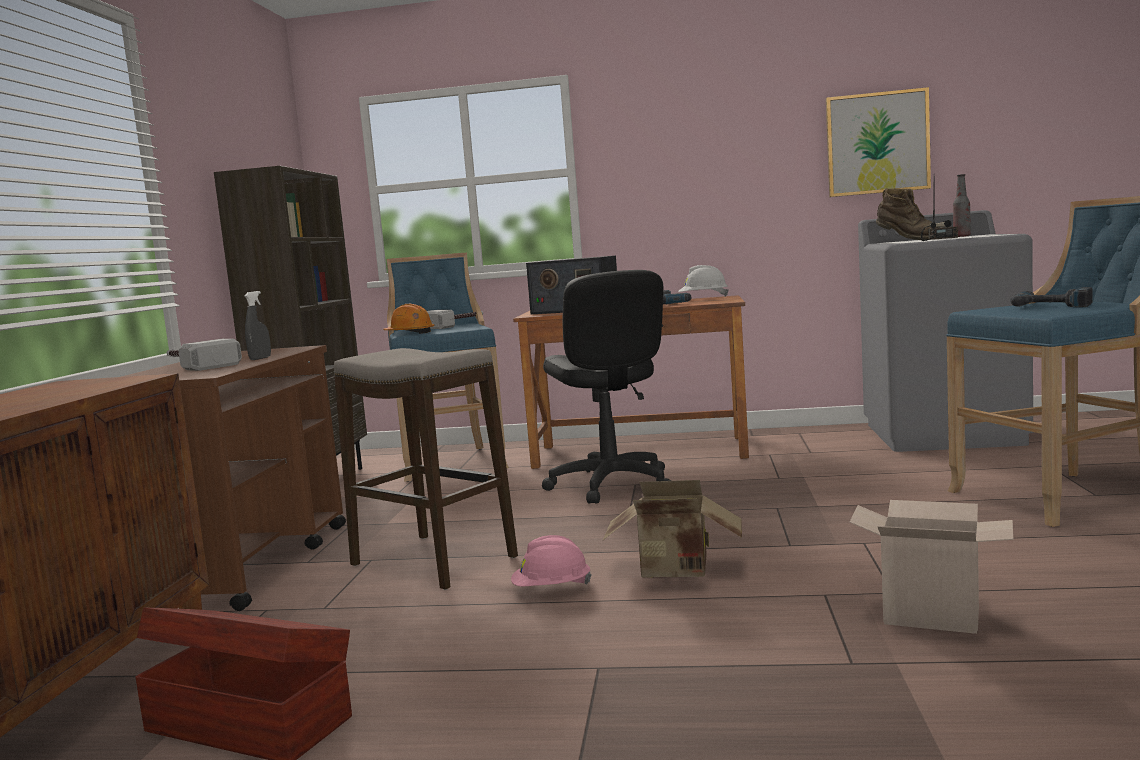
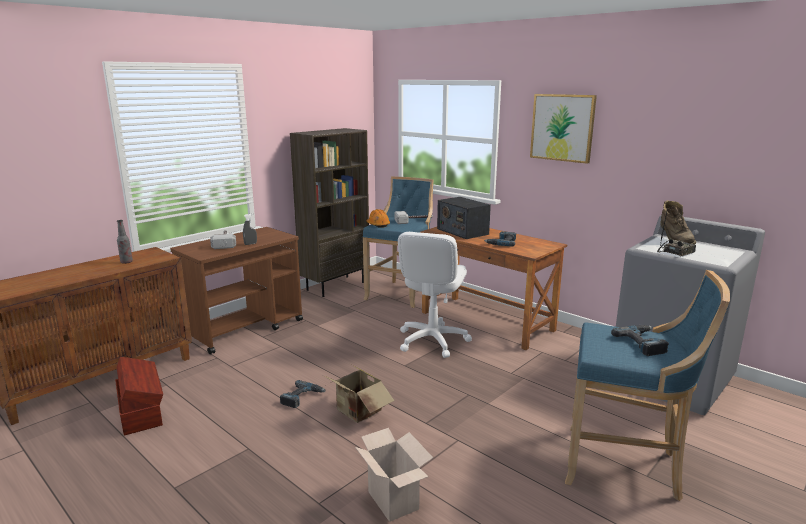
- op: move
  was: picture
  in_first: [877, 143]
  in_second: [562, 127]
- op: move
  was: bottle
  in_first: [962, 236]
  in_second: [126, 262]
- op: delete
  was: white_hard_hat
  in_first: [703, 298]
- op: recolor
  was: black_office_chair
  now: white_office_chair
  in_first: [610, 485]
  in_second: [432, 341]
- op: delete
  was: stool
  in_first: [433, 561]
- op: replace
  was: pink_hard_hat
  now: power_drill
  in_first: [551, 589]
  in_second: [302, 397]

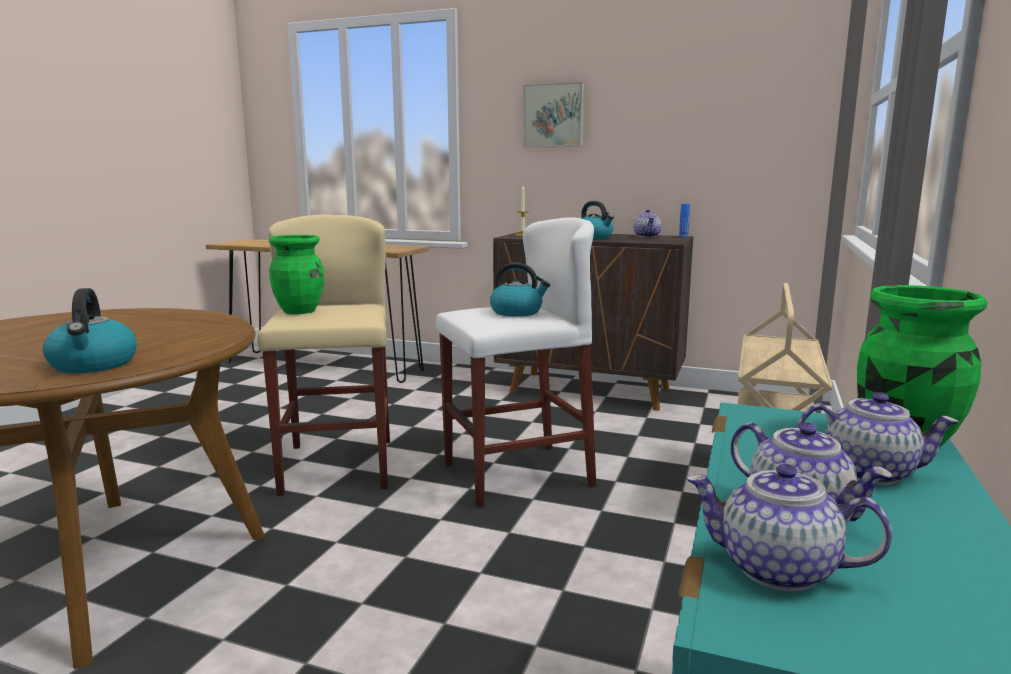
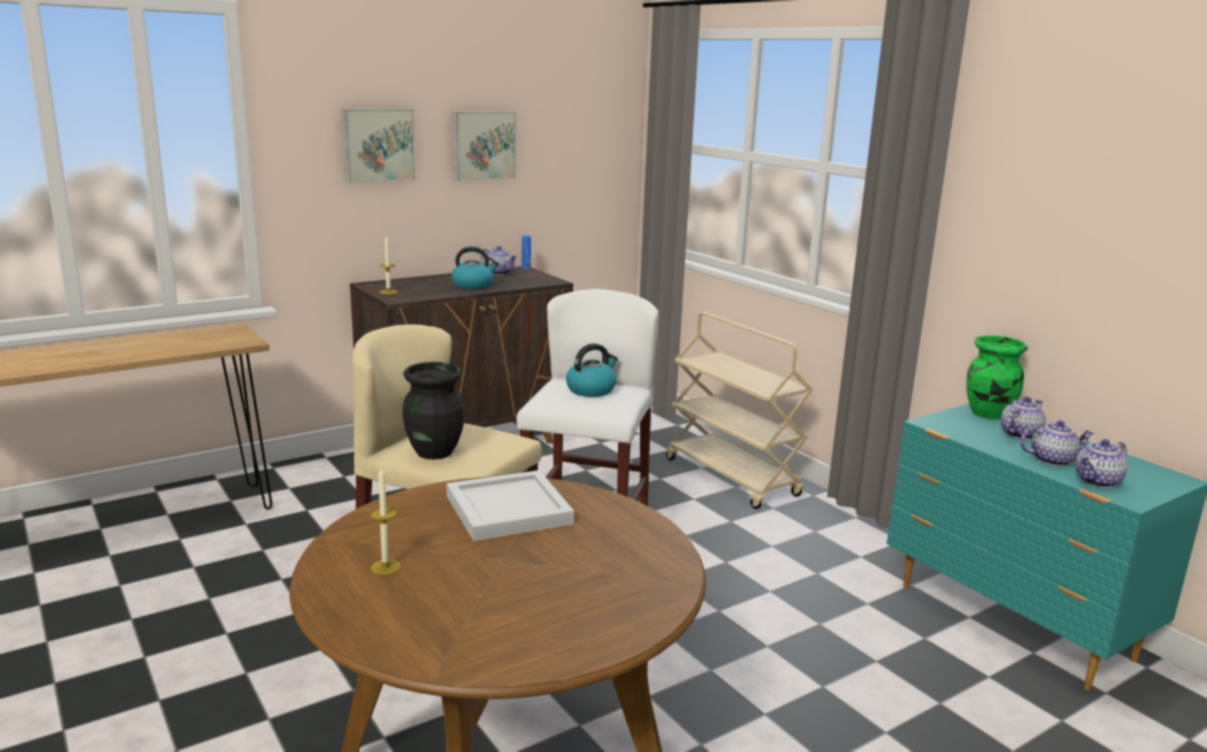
- op: recolor
  was: green_vase
  now: black_vase
  in_first: [300, 311]
  in_second: [434, 452]
- op: delete
  was: kettle
  in_first: [94, 365]
- op: insert
  now: picture
  in_second: [483, 145]
- op: insert
  now: candle
  in_second: [385, 567]
- op: insert
  now: white_tray
  in_second: [509, 509]

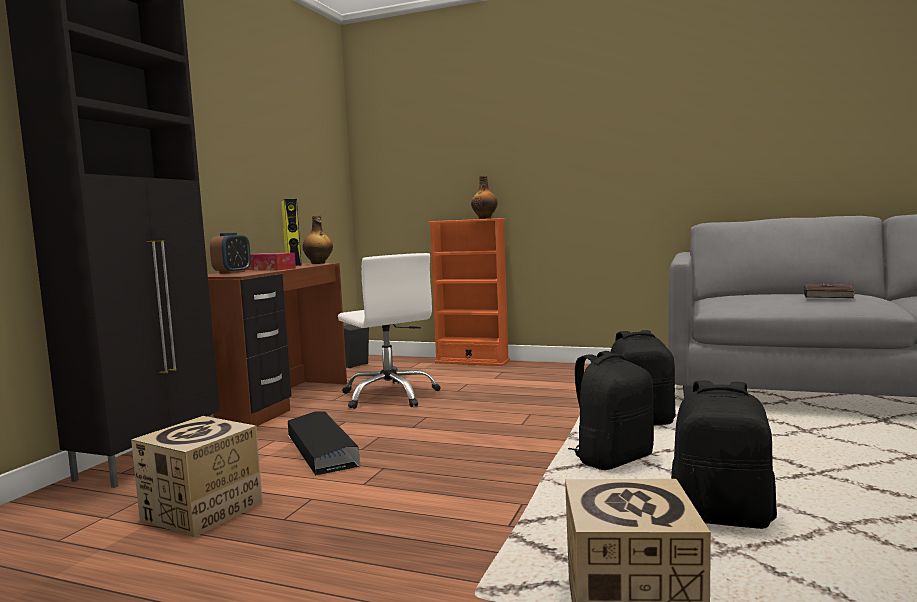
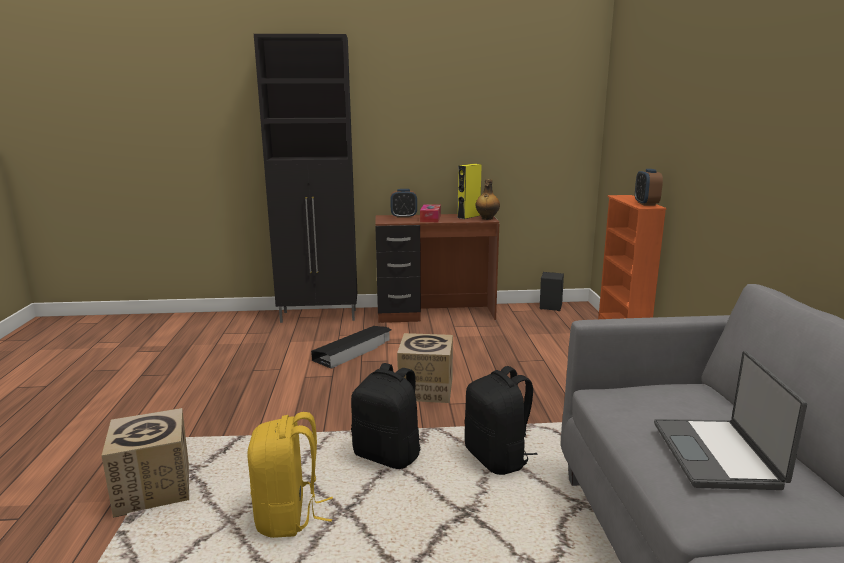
- op: replace
  was: bottle
  now: alarm_clock
  in_first: [485, 218]
  in_second: [646, 204]
- op: delete
  was: white_office_chair
  in_first: [390, 395]
- op: replace
  was: brown_book
  now: laptop
  in_first: [829, 294]
  in_second: [718, 455]
- op: recolor
  was: black_backpack
  now: yellow_backpack
  in_first: [722, 516]
  in_second: [289, 516]
- op: move
  was: cardboard_box
  in_first: [202, 511]
  in_second: [426, 389]

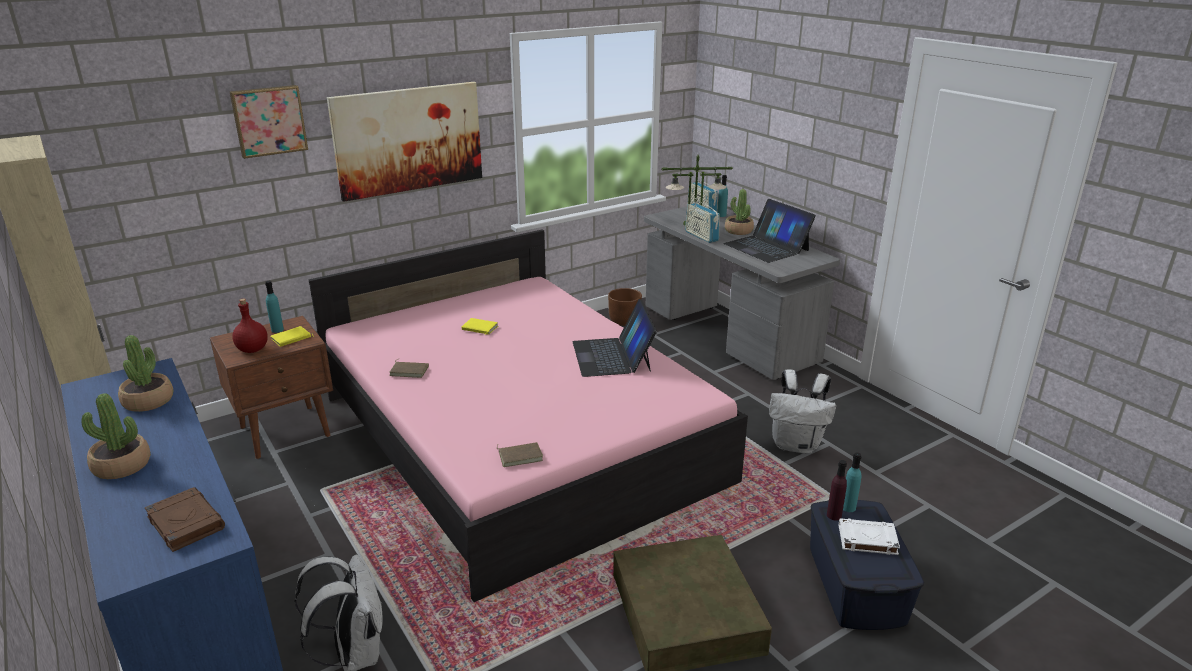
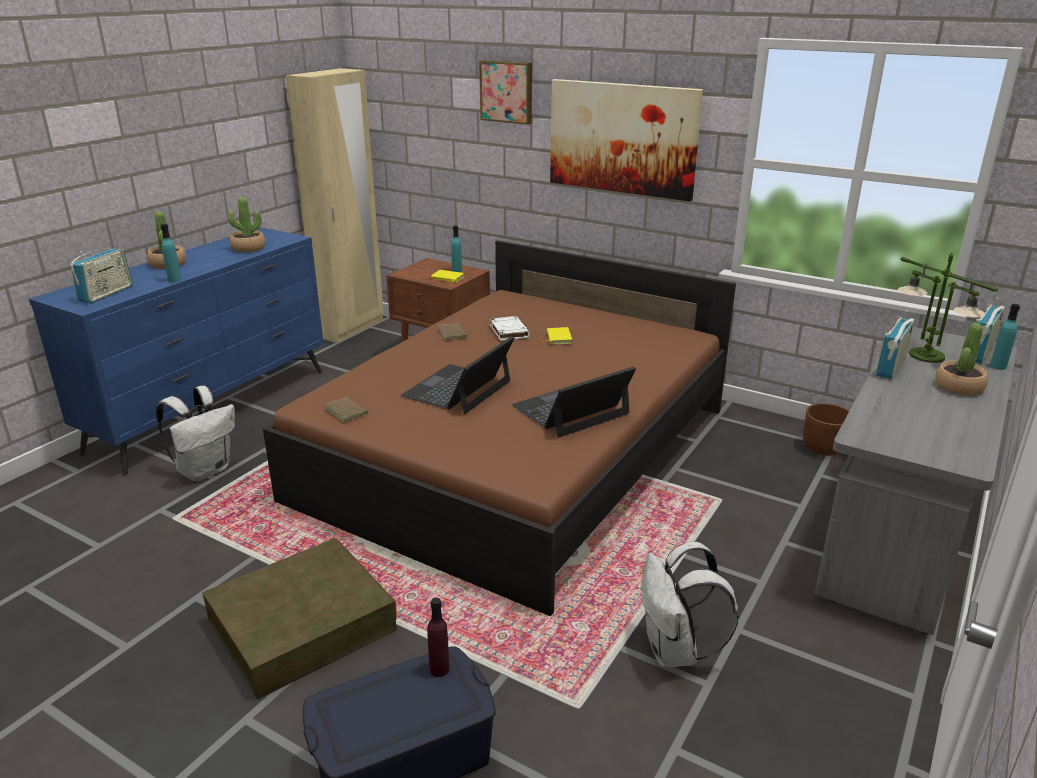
- op: move
  was: laptop
  in_first: [766, 247]
  in_second: [458, 389]
- op: recolor
  was: pink_bed
  now: brown_bed
  in_first: [517, 438]
  in_second: [517, 453]
- op: delete
  was: red_bottle
  in_first: [253, 349]
- op: move
  was: turquoise_bottle
  in_first: [848, 507]
  in_second: [174, 280]
- op: replace
  was: brown_book
  now: radio
  in_first: [185, 523]
  in_second: [106, 294]
- op: move
  was: white_book
  in_first: [866, 540]
  in_second: [508, 331]

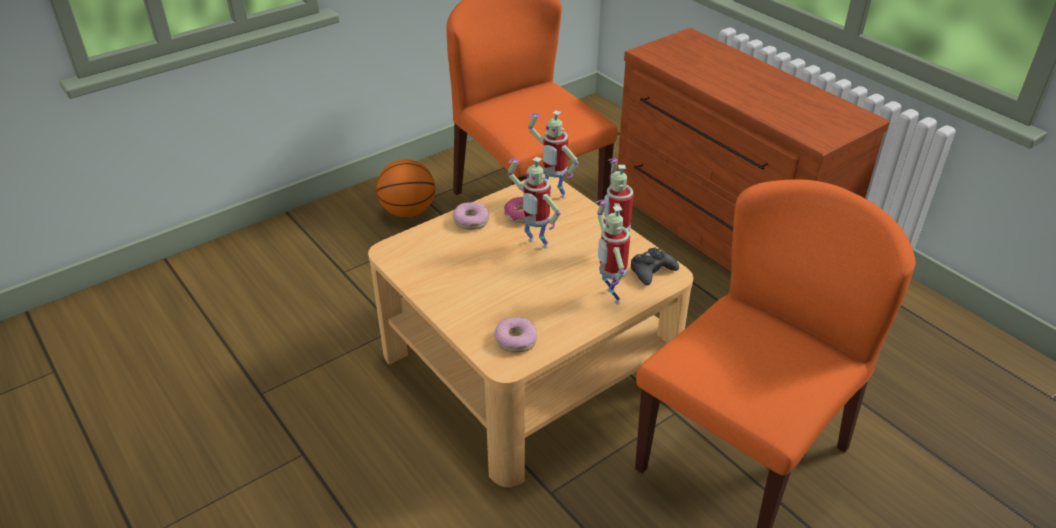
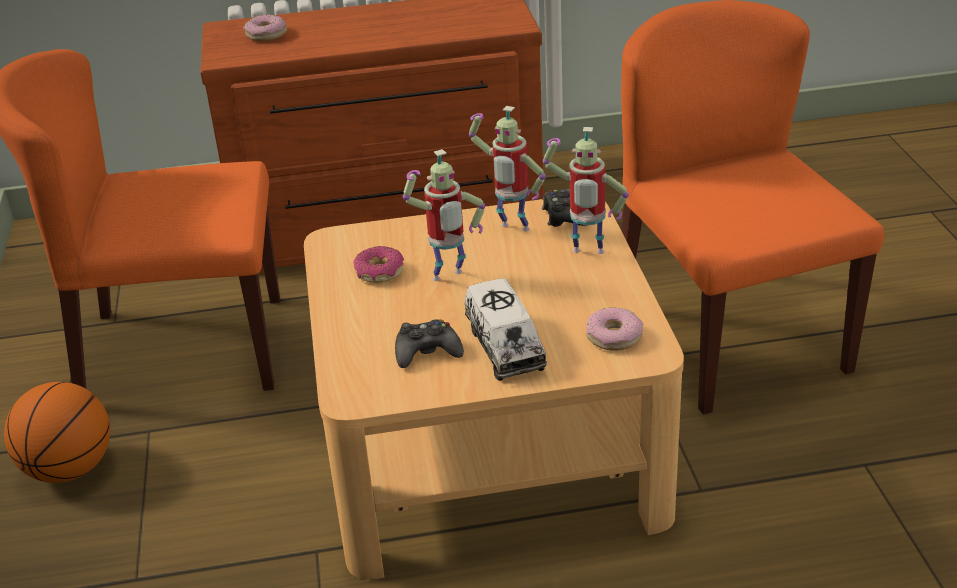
- op: delete
  was: toy_robot
  in_first: [553, 195]
- op: move
  was: donut
  in_first: [471, 221]
  in_second: [266, 35]
- op: insert
  now: toy_truck
  in_second: [505, 346]
- op: insert
  now: black_game_controller
  in_second: [427, 352]

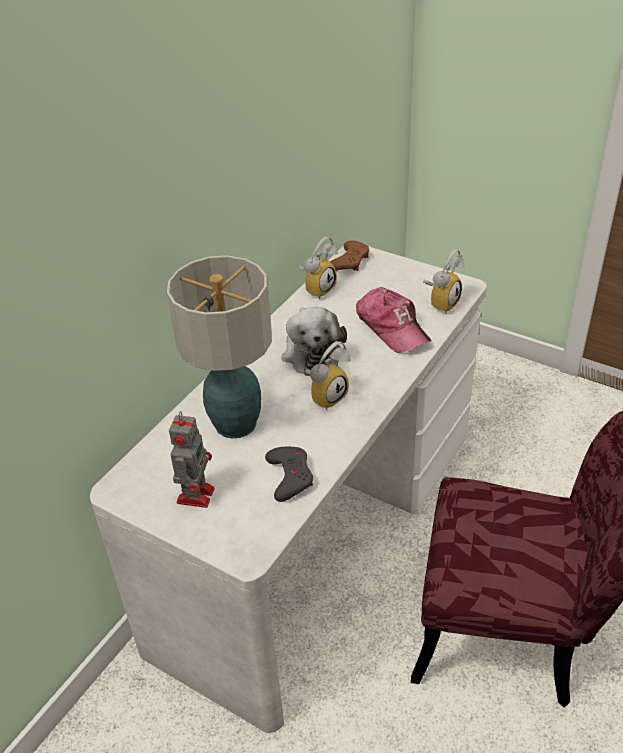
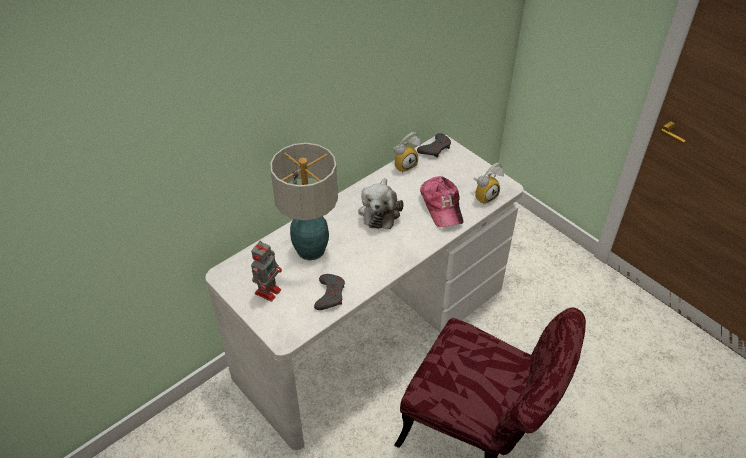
- op: recolor
  was: brown_game_controller
  now: grey_game_controller
  in_first: [349, 261]
  in_second: [435, 148]
- op: delete
  was: alarm_clock
  in_first: [326, 395]

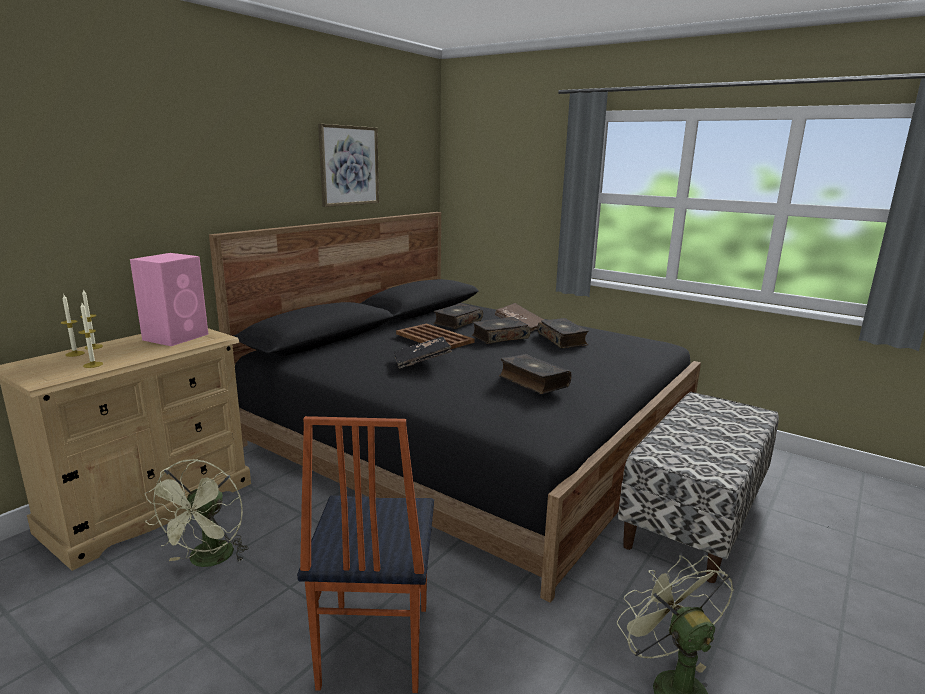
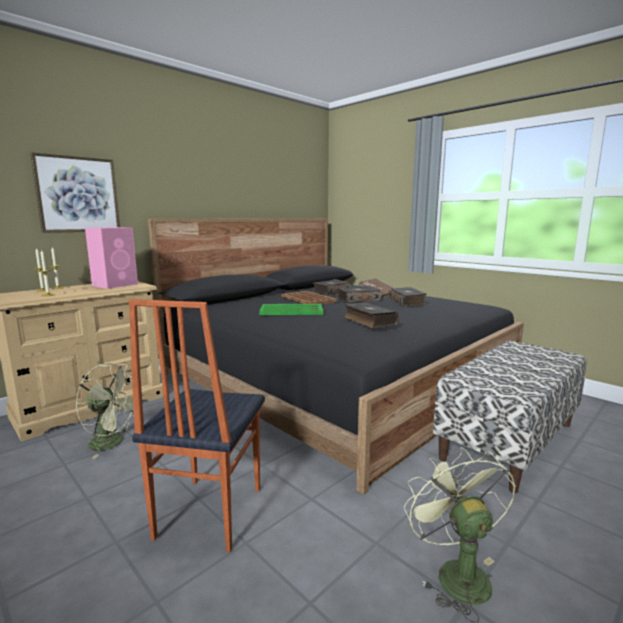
- op: move
  was: picture
  in_first: [349, 165]
  in_second: [78, 194]
- op: replace
  was: black_book
  now: green_tray
  in_first: [422, 362]
  in_second: [291, 310]
- op: rotate
  was: green_fan
  in_first: [208, 561]
  in_second: [113, 443]
  clockwise: -90

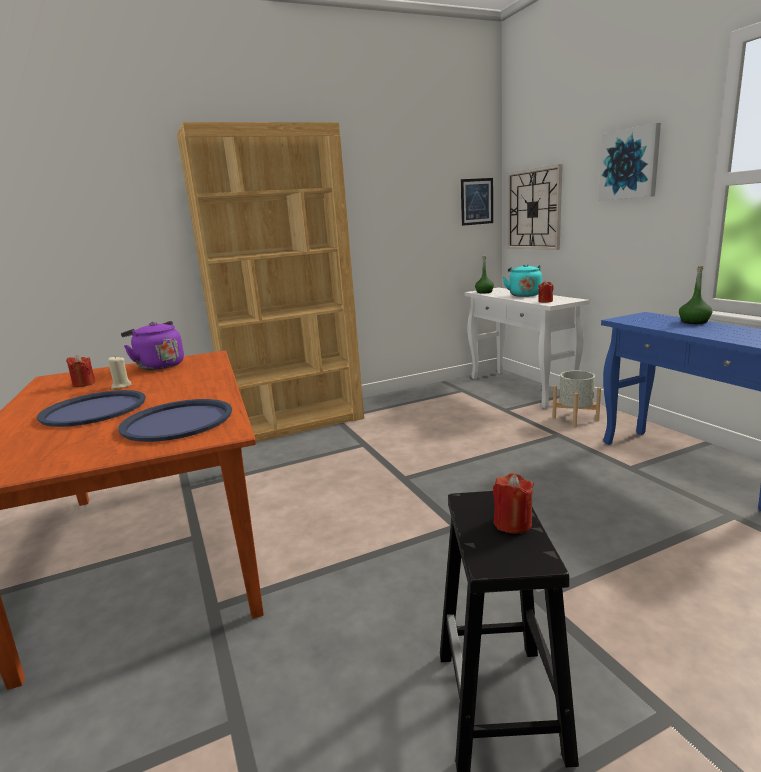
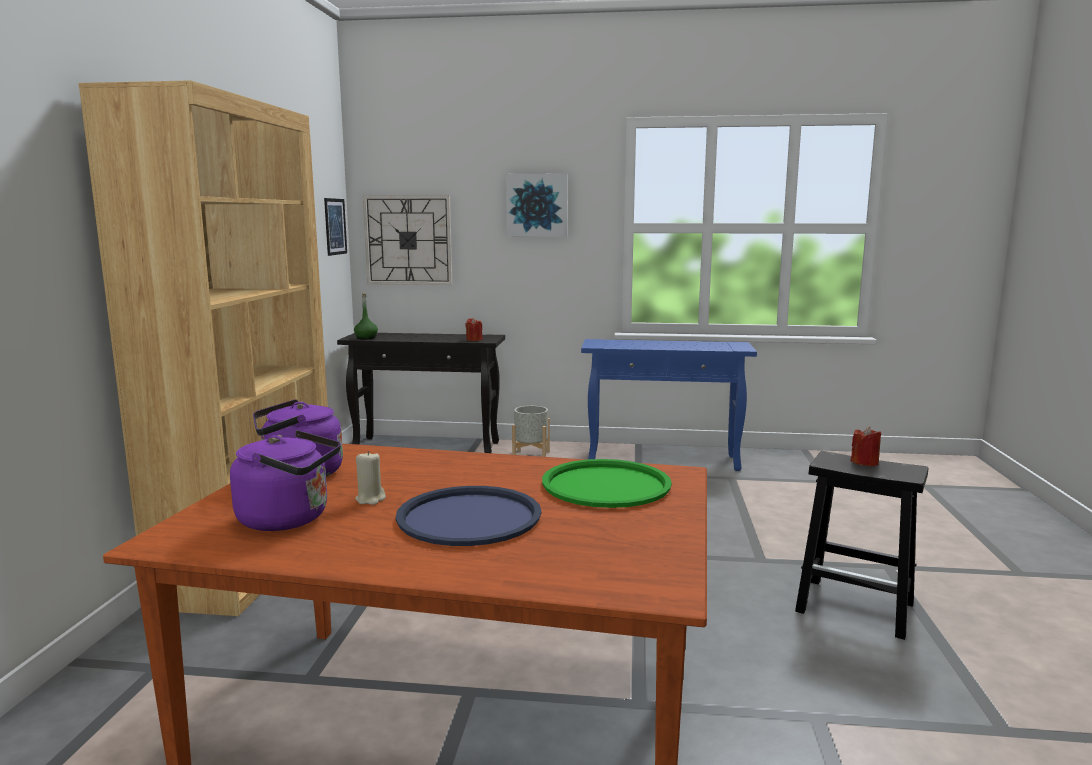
- op: delete
  was: turquoise_kettle
  in_first: [524, 295]
- op: delete
  was: green_bottle
  in_first: [694, 322]
- op: recolor
  was: white_console_table
  now: black_console_table
  in_first: [521, 389]
  in_second: [428, 446]
- op: replace
  was: red_candle
  now: purple_kettle
  in_first: [84, 384]
  in_second: [289, 519]
- op: recolor
  was: blue_tray
  now: green_tray
  in_first: [177, 421]
  in_second: [606, 485]

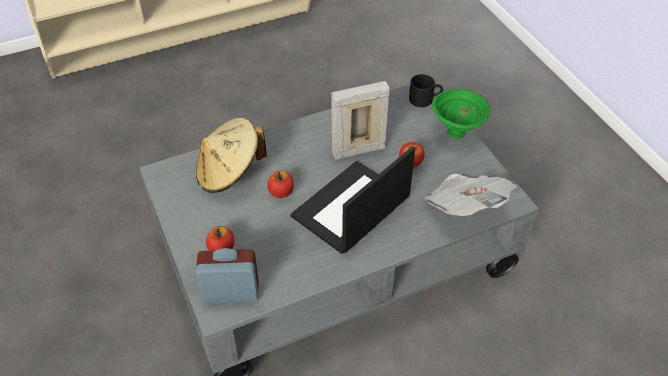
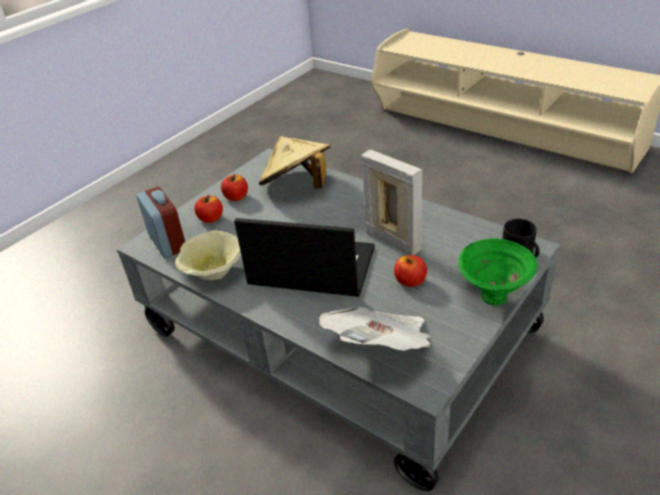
- op: move
  was: apple
  in_first: [281, 192]
  in_second: [236, 197]
- op: insert
  now: beige_bowl
  in_second: [214, 273]

